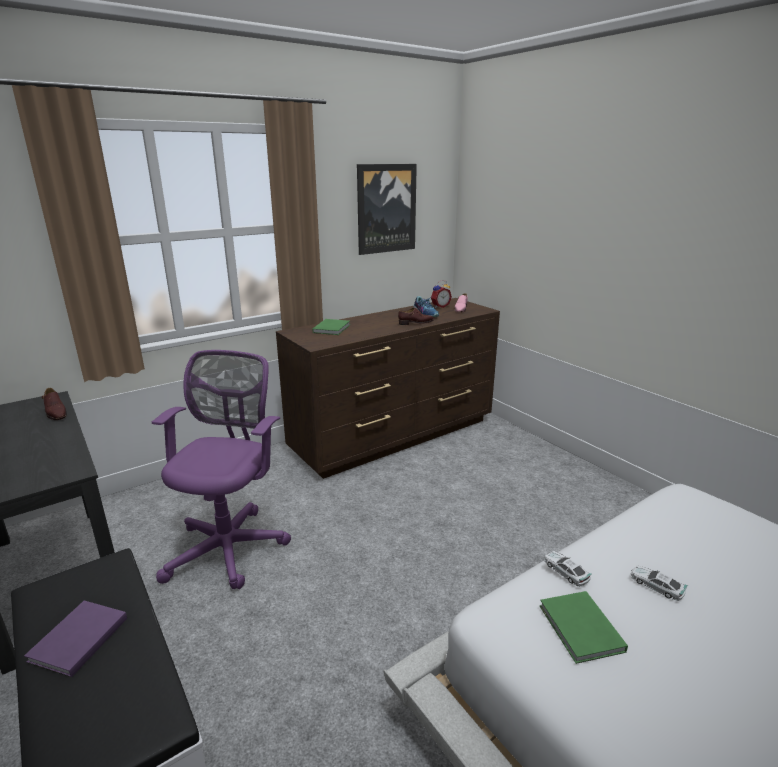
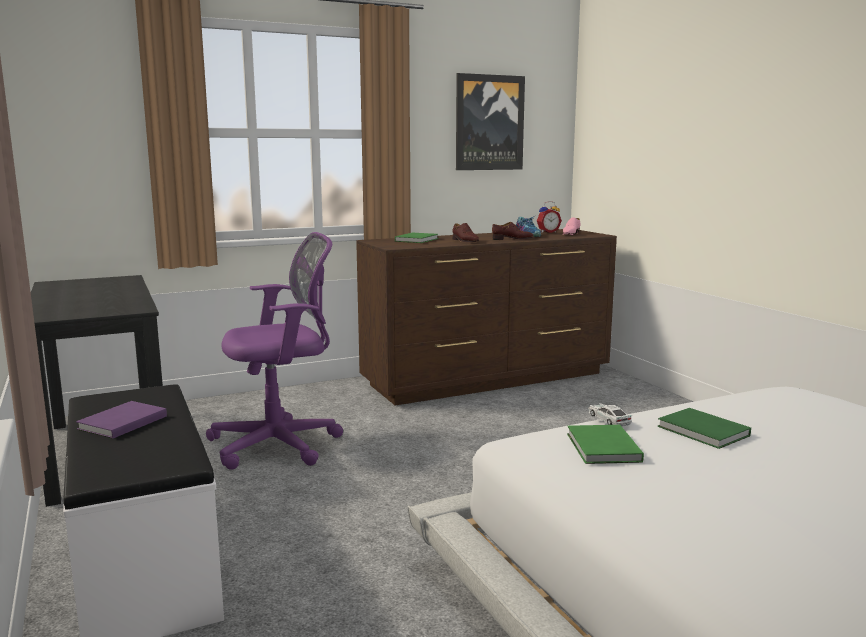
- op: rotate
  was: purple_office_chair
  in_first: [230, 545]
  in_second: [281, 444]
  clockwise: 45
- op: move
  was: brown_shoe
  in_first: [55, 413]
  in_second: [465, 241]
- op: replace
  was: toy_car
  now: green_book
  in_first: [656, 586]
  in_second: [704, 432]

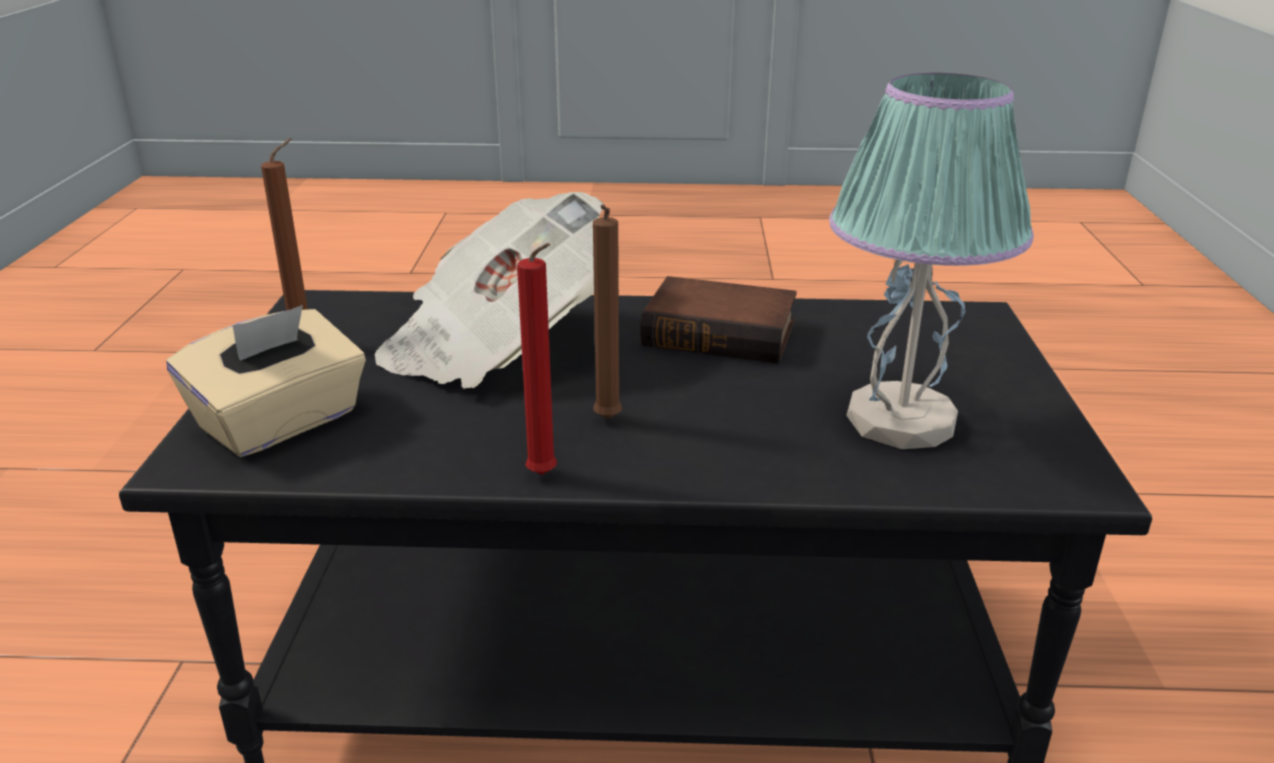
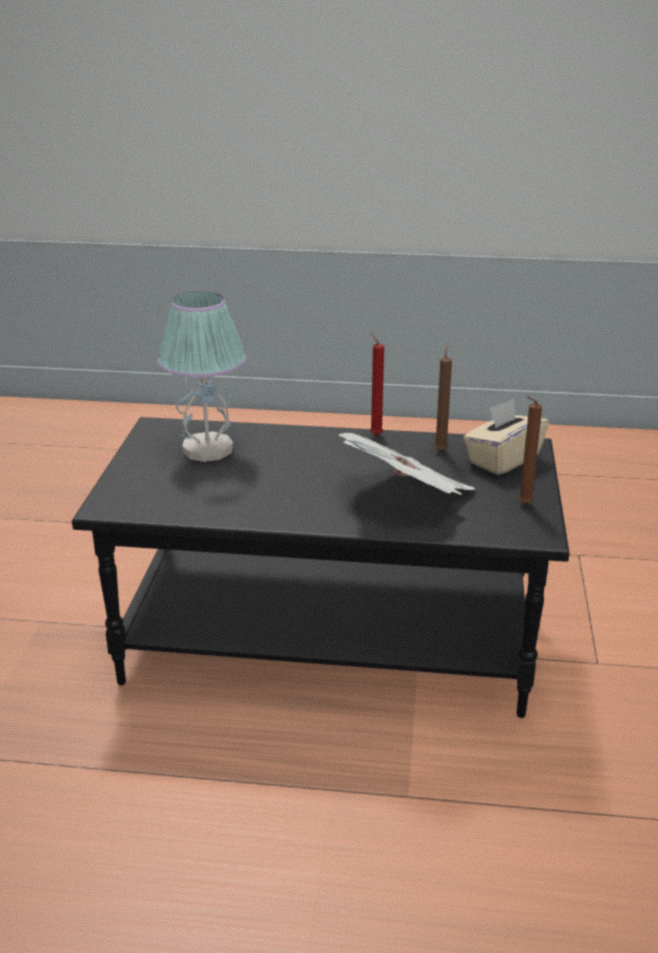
- op: move
  was: brown_candle
  in_first: [606, 421]
  in_second: [441, 450]
- op: delete
  was: book
  in_first: [722, 332]

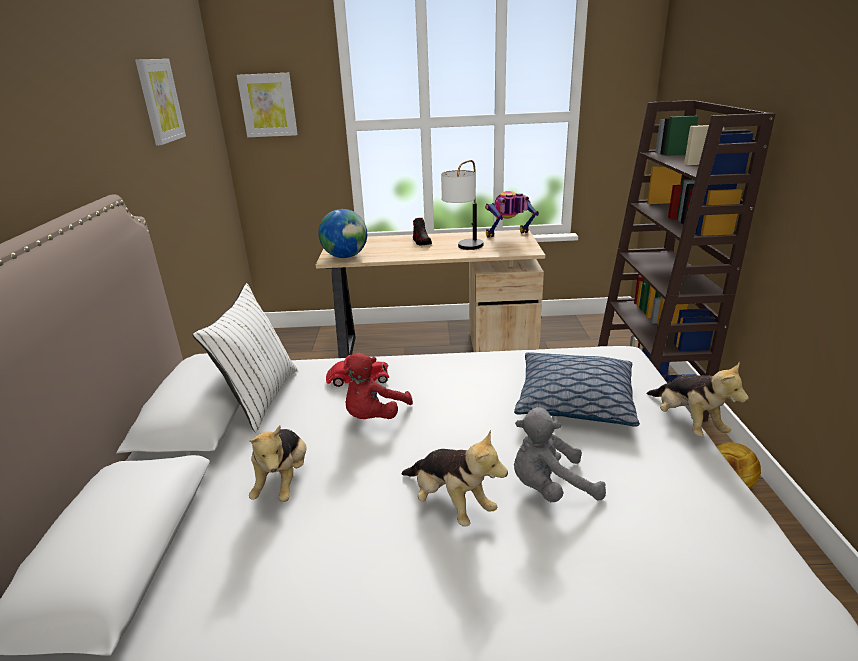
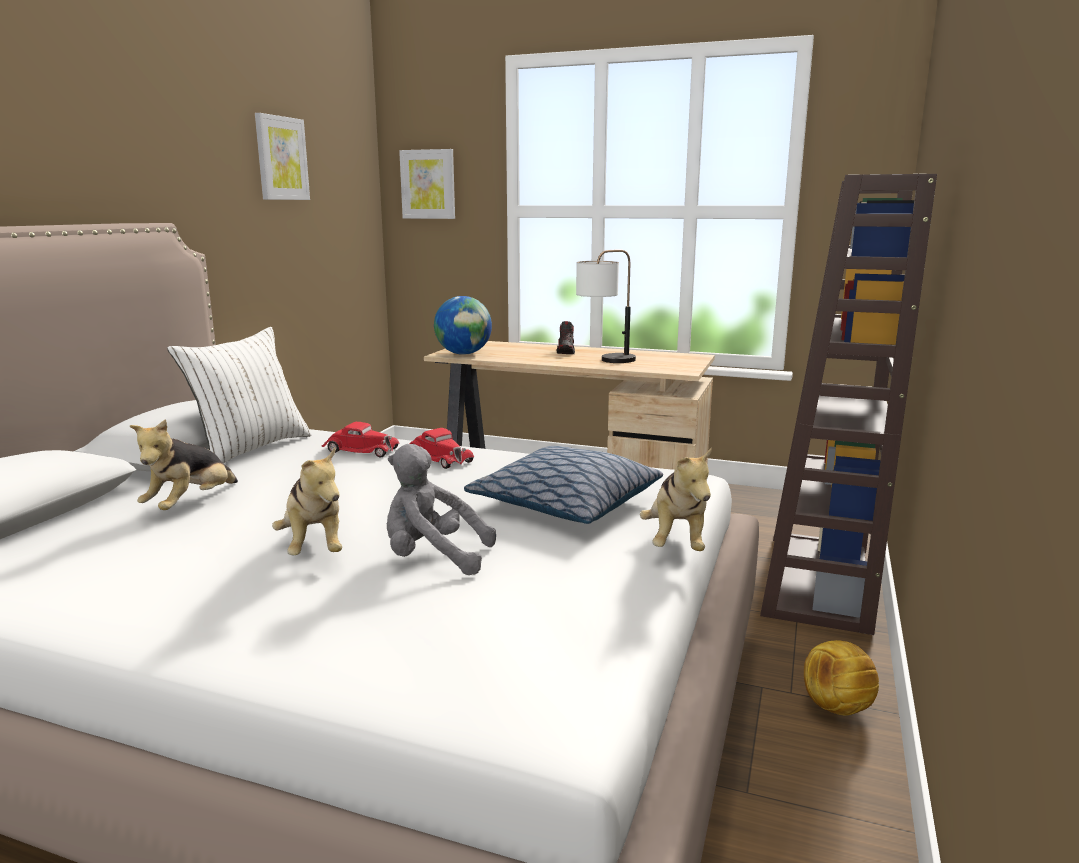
- op: delete
  was: toy_robot
  in_first: [509, 236]
- op: delete
  was: red_plush_toy
  in_first: [374, 417]
- op: insert
  now: red_toy_car
  in_second: [439, 458]

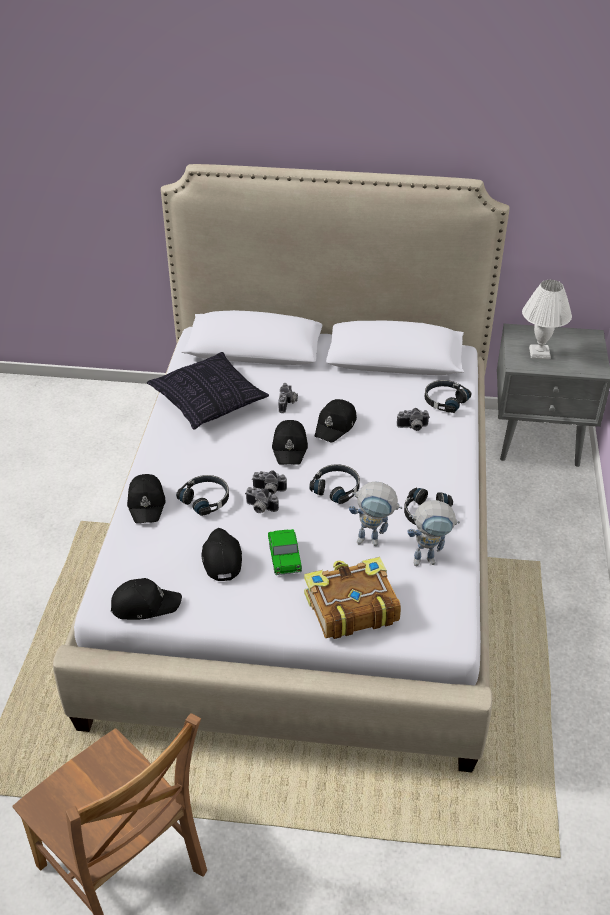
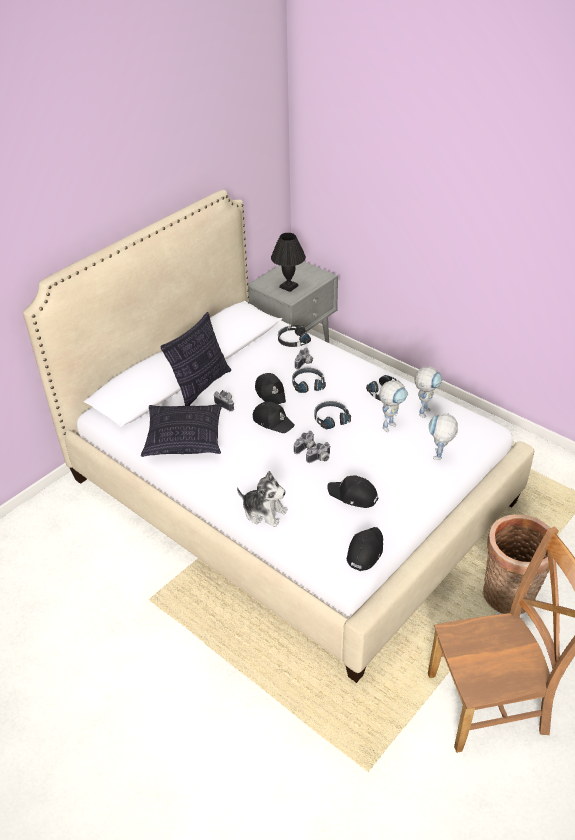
- op: recolor
  was: white_table_lamp
  now: black_table_lamp
  in_first: [539, 353]
  in_second: [288, 286]
- op: replace
  was: black_cap
  now: plush_toy
  in_first: [147, 503]
  in_second: [264, 512]
- op: move
  was: black_headphones
  in_first: [206, 499]
  in_second: [308, 384]
- op: delete
  was: toy_car
  in_first: [284, 559]
- op: replace
  was: book
  now: toy_robot
  in_first: [350, 607]
  in_second: [439, 458]
- op: insert
  now: pillow
  in_second: [201, 386]
- op: insert
  now: basket
  in_second: [509, 598]

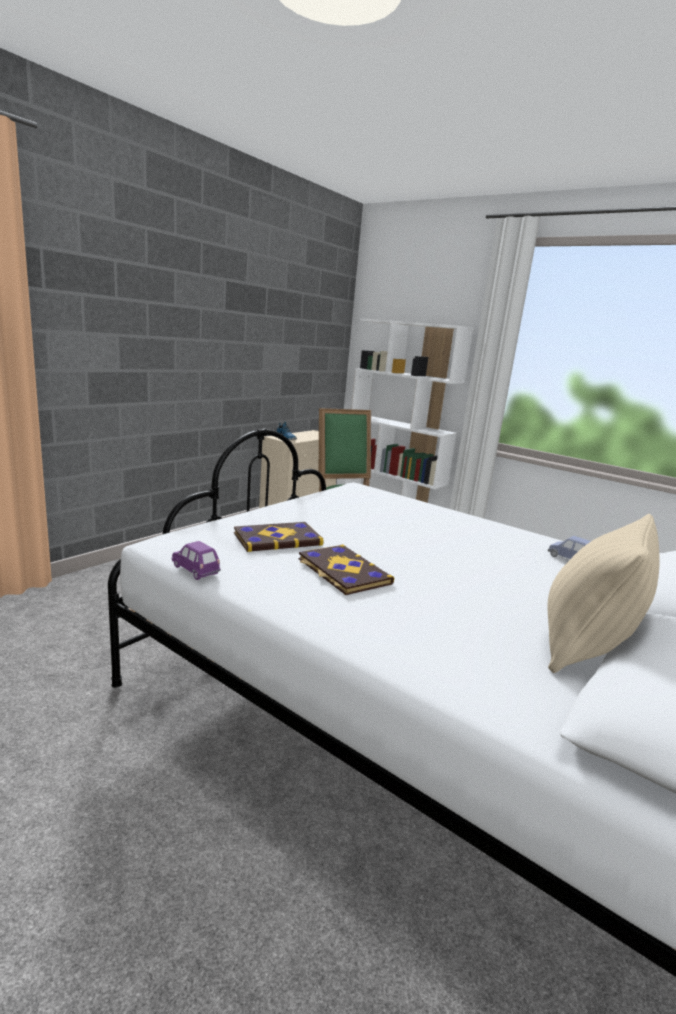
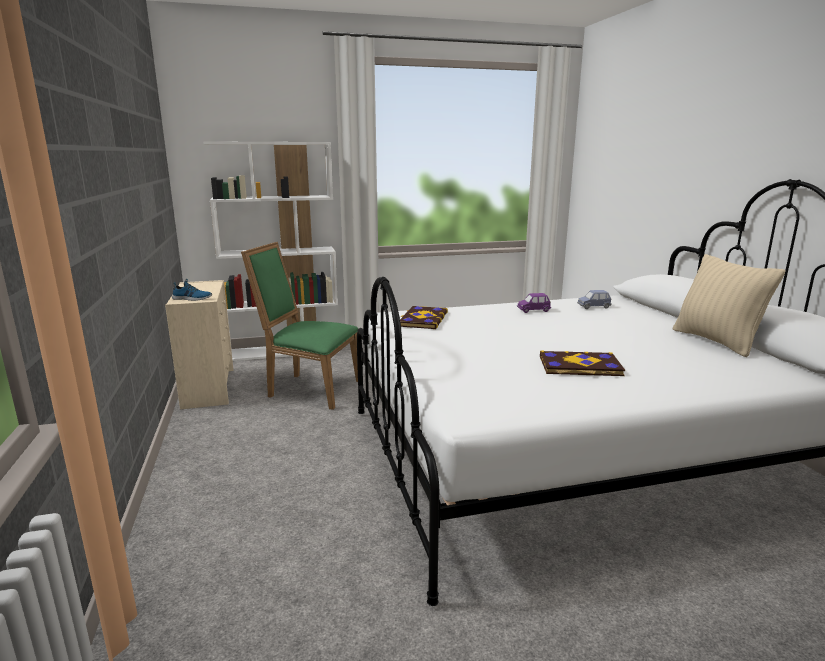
- op: move
  was: book
  in_first: [277, 539]
  in_second: [422, 319]
- op: move
  was: purple_toy_car
  in_first: [195, 570]
  in_second: [533, 310]

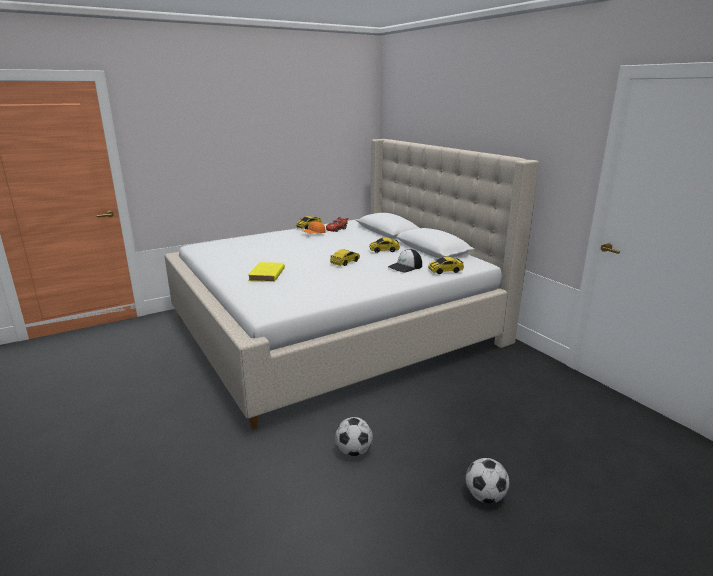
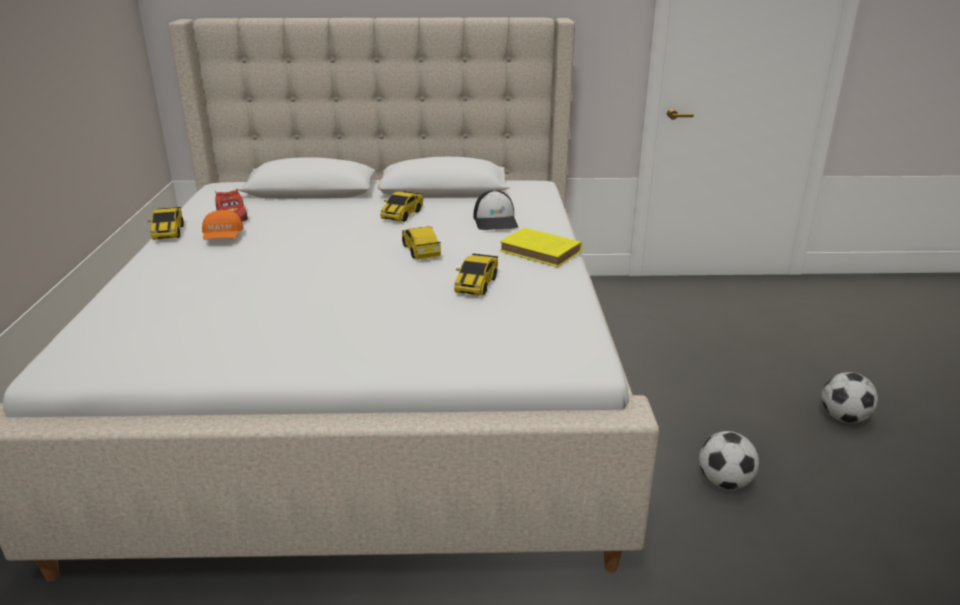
- op: move
  was: toy_car
  in_first: [445, 271]
  in_second: [476, 284]
- op: move
  was: yellow_book
  in_first: [266, 275]
  in_second: [542, 252]

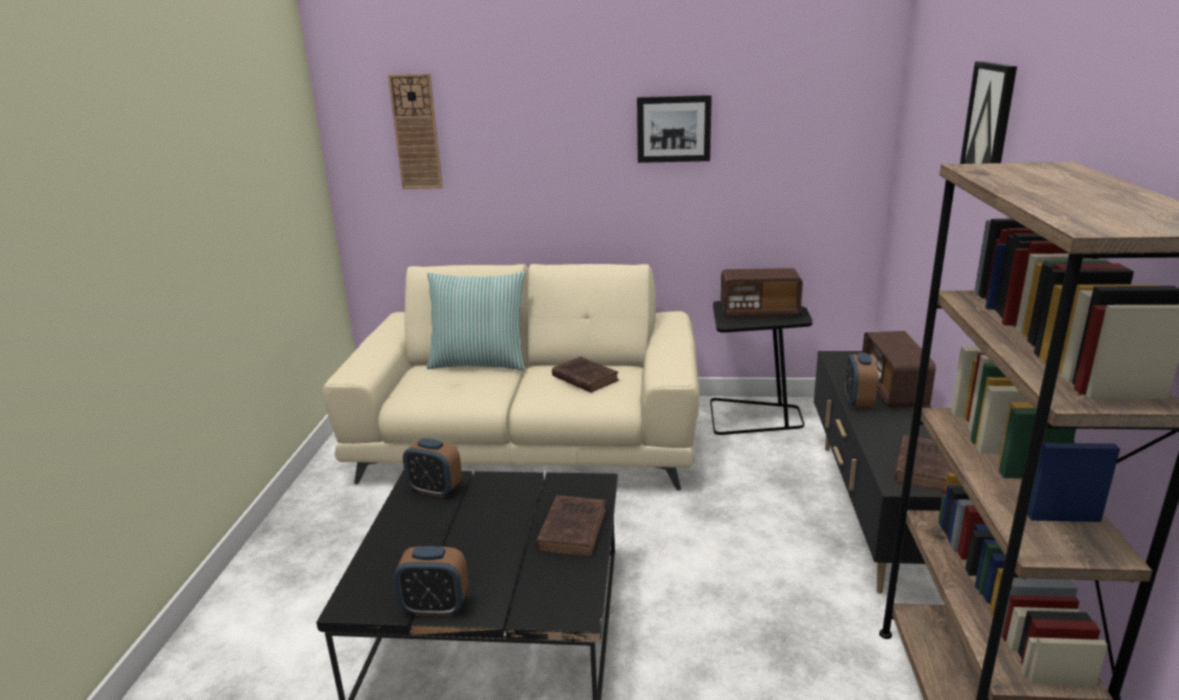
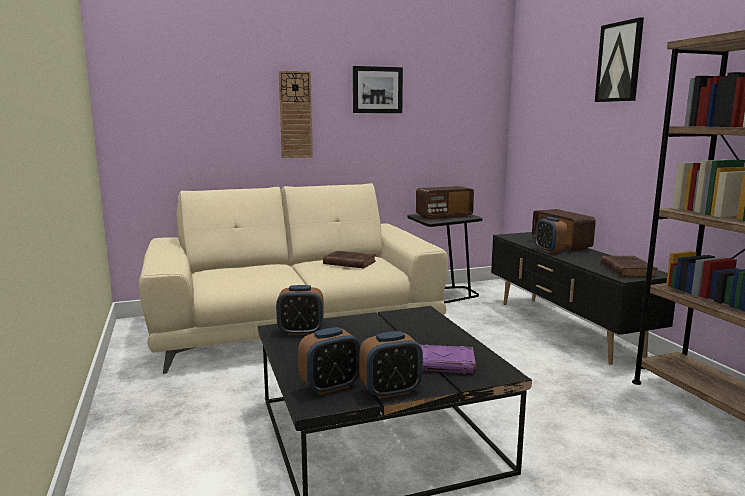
- op: move
  was: wall_clock
  in_first: [416, 132]
  in_second: [295, 115]
- op: delete
  was: pillow
  in_first: [479, 363]
- op: delete
  was: brown_book
  in_first: [573, 528]
- op: insert
  now: alarm_clock
  in_second: [330, 387]
- op: insert
  now: purple_book
  in_second: [444, 364]

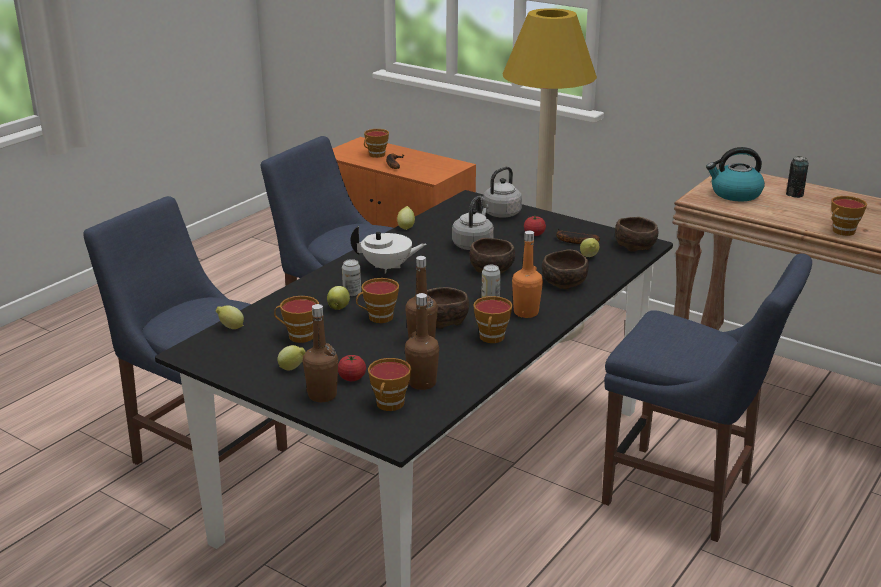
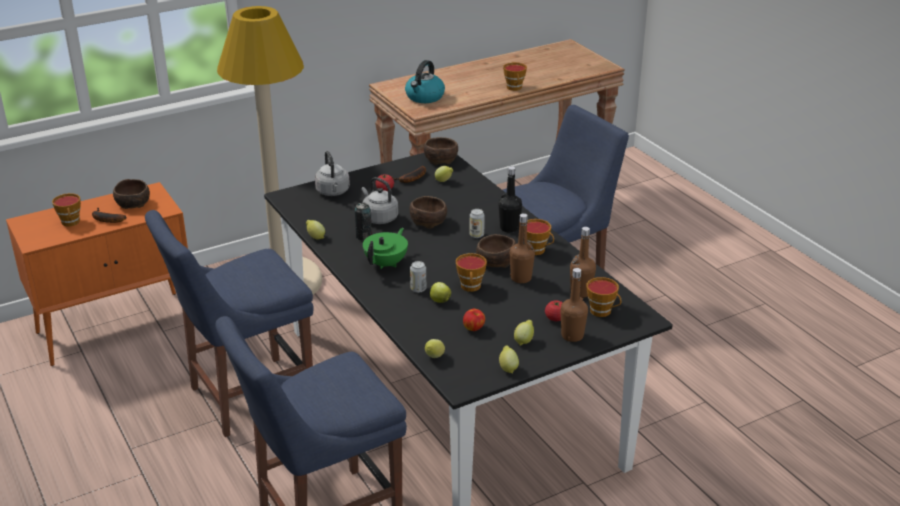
- op: move
  was: can
  in_first: [794, 195]
  in_second: [364, 237]
- op: recolor
  was: white_teapot
  now: green_teapot
  in_first: [387, 267]
  in_second: [386, 263]
- op: recolor
  was: orange_bottle
  now: black_bottle
  in_first: [526, 312]
  in_second: [509, 228]
- op: move
  was: brown_bowl
  in_first: [564, 283]
  in_second: [133, 204]
- op: replace
  was: cup
  now: apple
  in_first: [298, 336]
  in_second: [474, 328]
- op: insert
  now: lemon
  in_second: [508, 368]

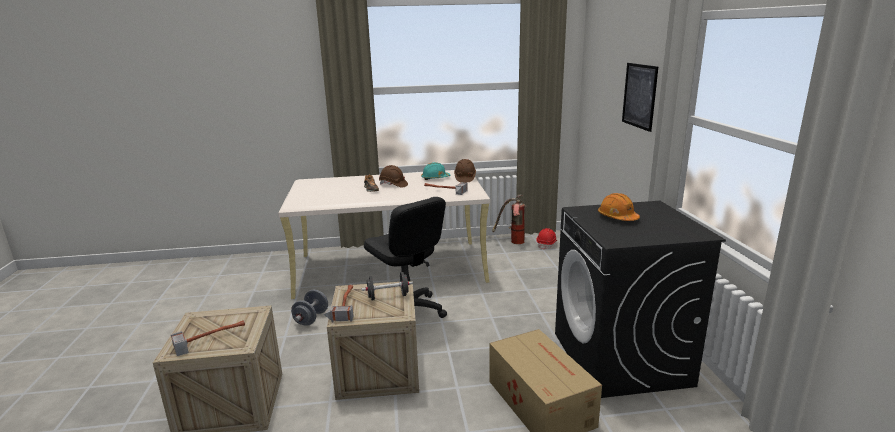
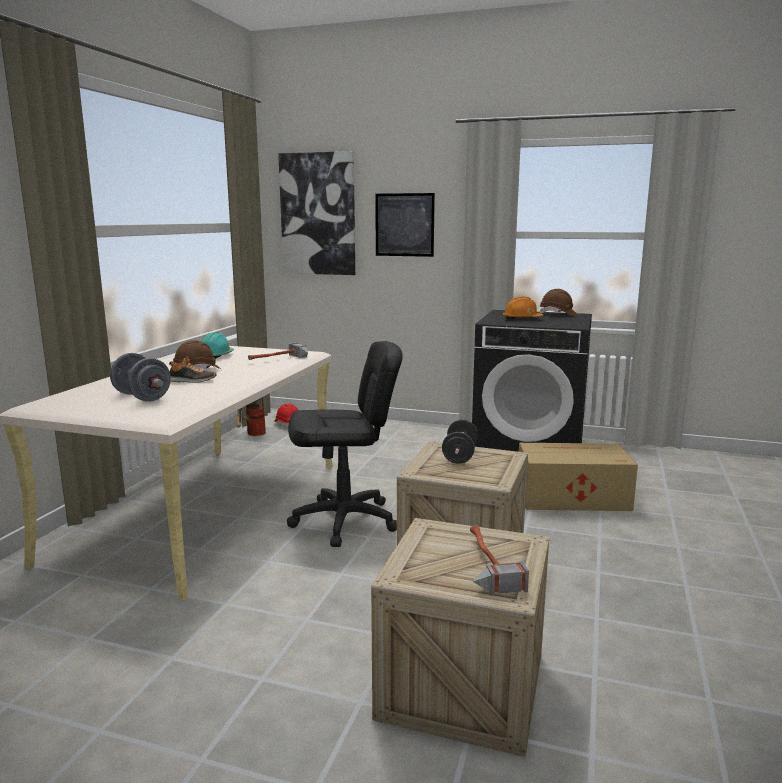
- op: move
  was: brown_hard_hat
  in_first: [465, 178]
  in_second: [558, 314]
- op: delete
  was: hammer
  in_first: [342, 306]
- op: move
  was: grey_dumbbell
  in_first: [311, 318]
  in_second: [142, 397]
- op: insert
  now: picture
  in_second: [318, 214]

